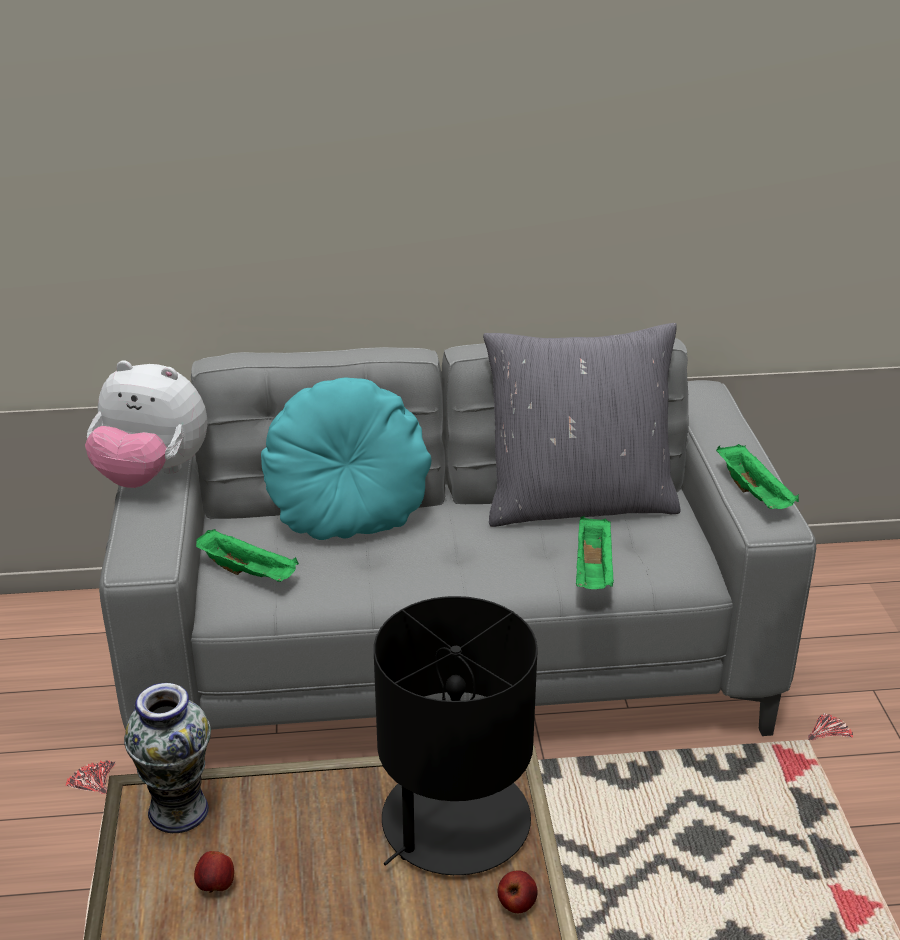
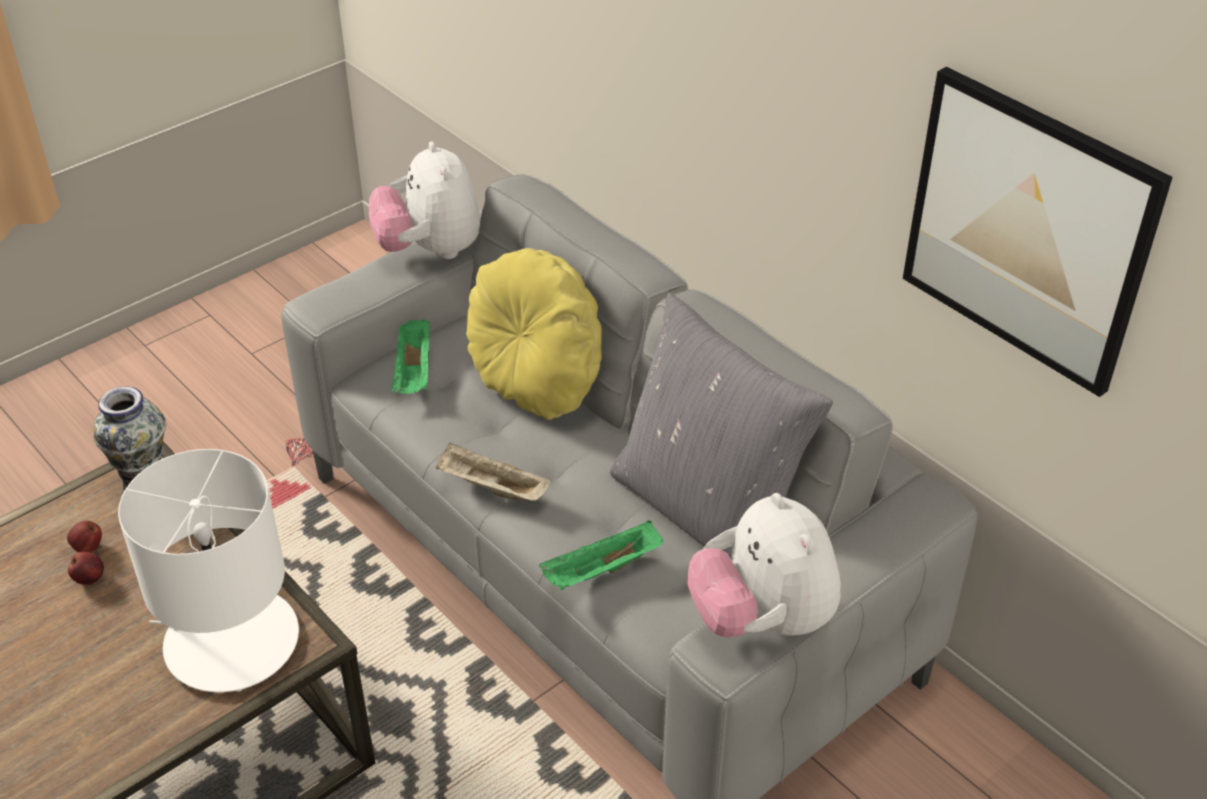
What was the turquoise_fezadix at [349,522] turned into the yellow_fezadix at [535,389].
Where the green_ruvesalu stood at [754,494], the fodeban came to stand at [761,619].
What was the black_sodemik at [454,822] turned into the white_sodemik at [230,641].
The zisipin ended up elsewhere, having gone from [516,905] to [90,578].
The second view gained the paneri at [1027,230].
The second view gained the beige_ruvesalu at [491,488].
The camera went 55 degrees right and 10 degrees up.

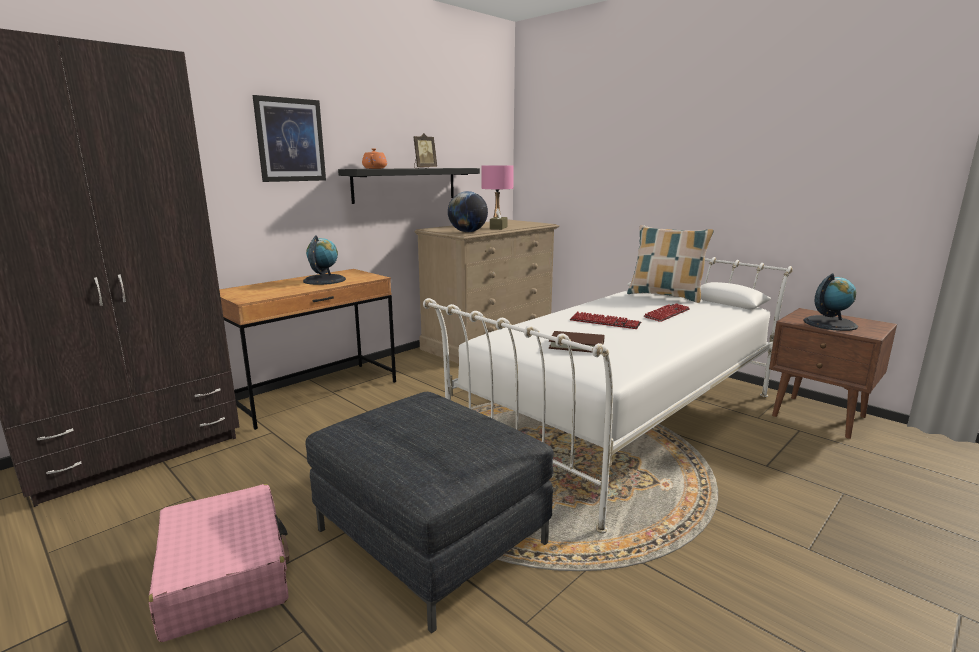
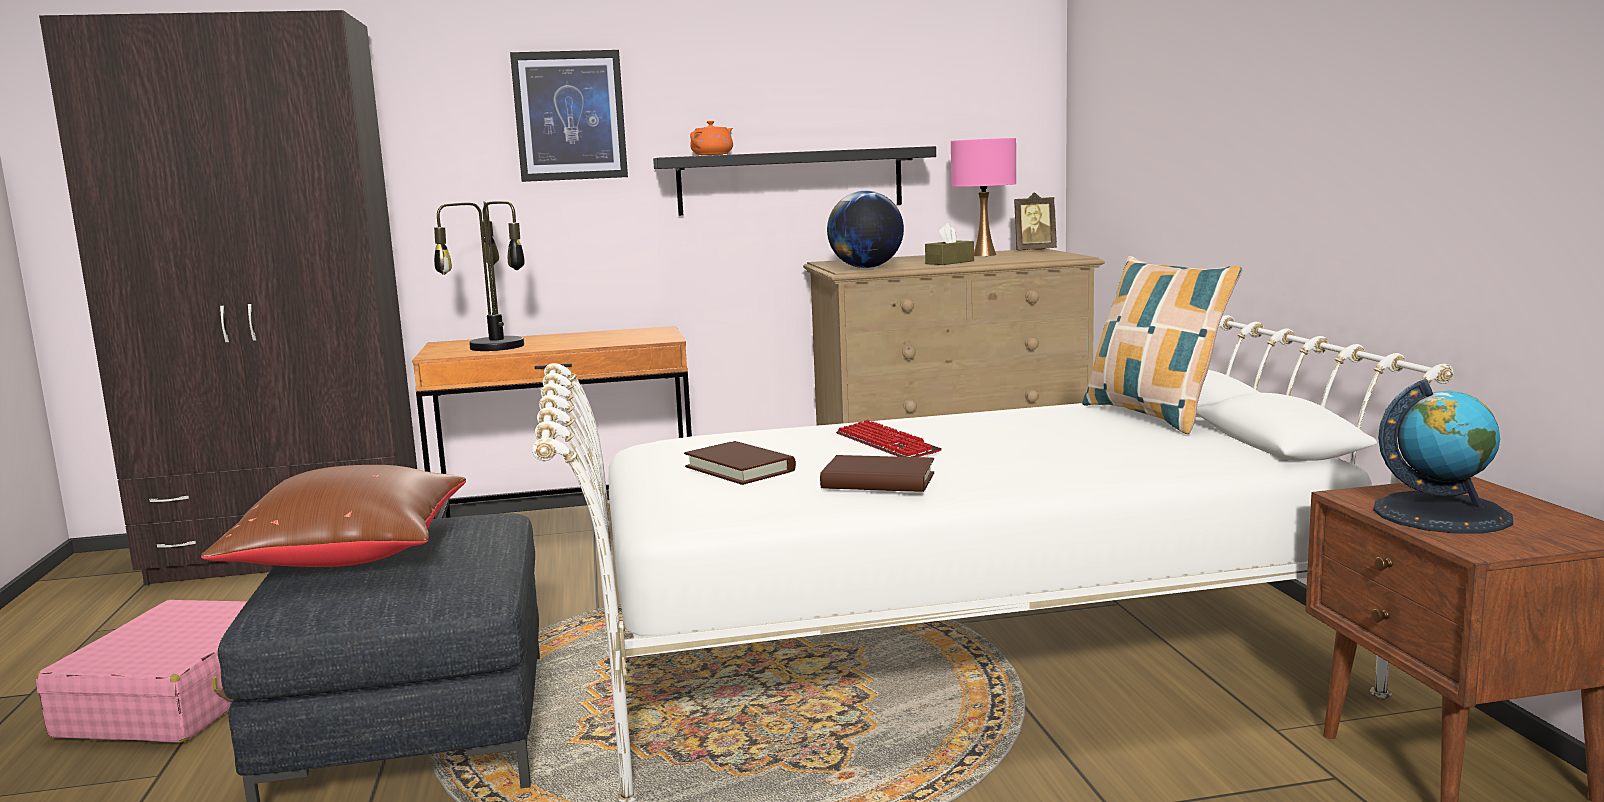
The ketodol ended up elsewhere, having gone from [424,168] to [1034,250].
The second view lost the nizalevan at [324,280].
The second view lost the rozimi at [667,314].
The second view gained the sodemik at [495,347].
The second view gained the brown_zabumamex at [878,481].
The second view gained the brown_fezadix at [353,556].
The camera went 35 degrees right and 5 degrees down.

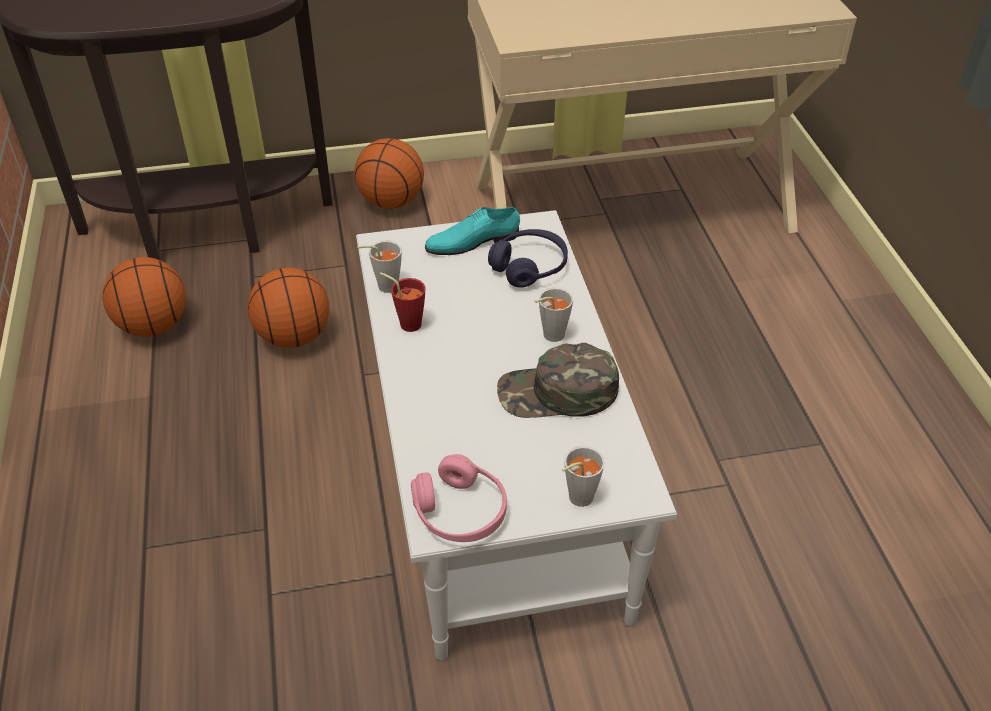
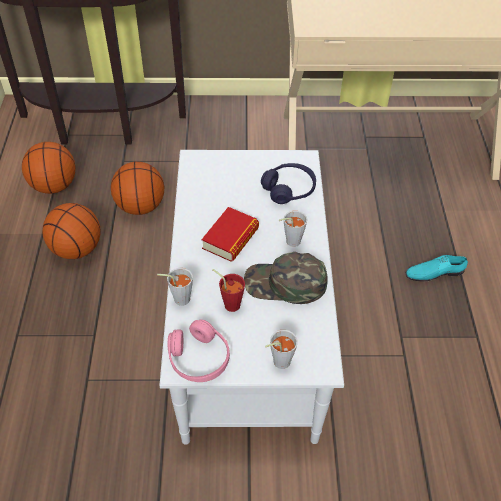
The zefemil ended up elsewhere, having gone from [391,201] to [76,249].
The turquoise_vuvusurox ended up elsewhere, having gone from [472,241] to [434,272].
The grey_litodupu ended up elsewhere, having gone from [383,286] to [178,299].
The red_litodupu ended up elsewhere, having gone from [406,322] to [229,303].
The second view gained the zabumamex at [230,238].
The camera went 10 degrees right and 5 degrees up.

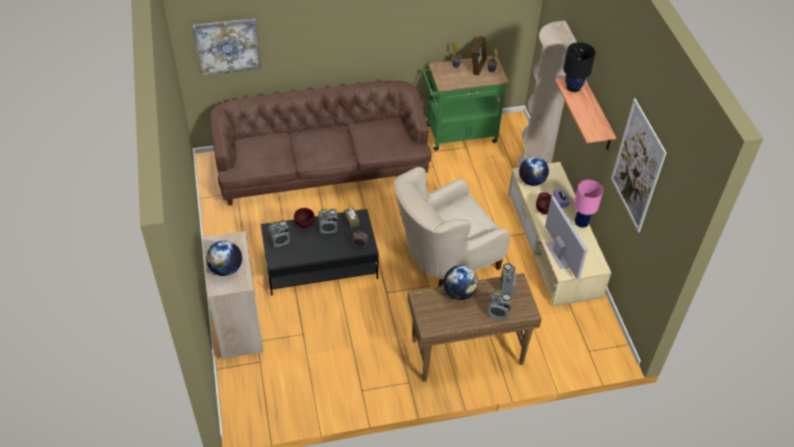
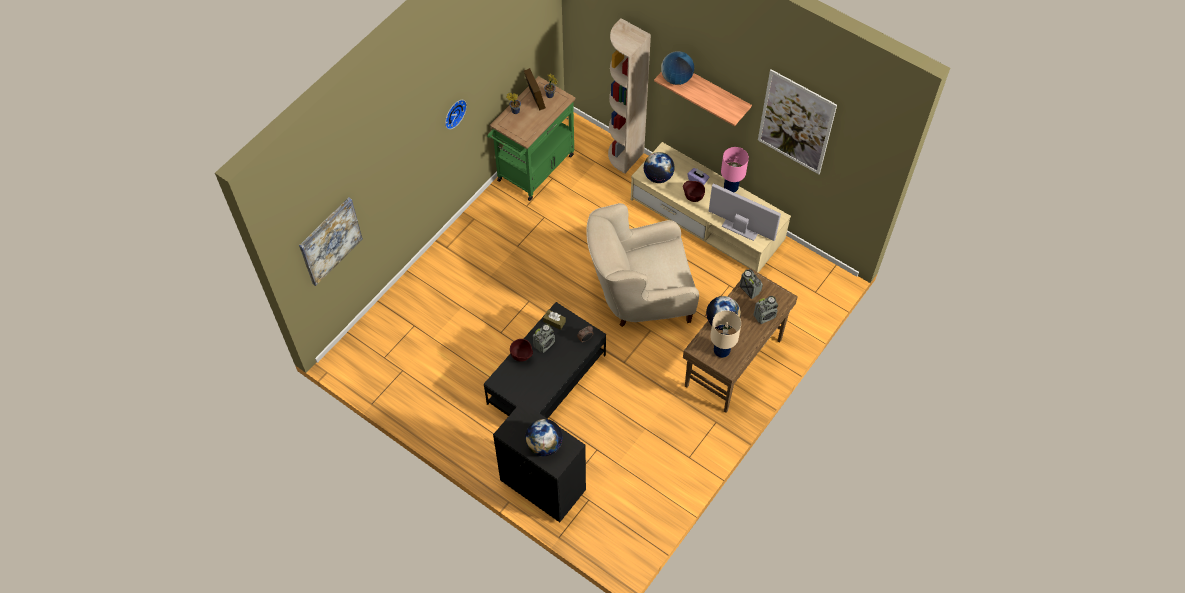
Where the black_sodemik stood at [573,87], the nizalevan came to stand at [676,79].
The second view lost the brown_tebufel at [322,169].
The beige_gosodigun at [445,259] ended up facing another way, 60 degrees clockwise from before.
The second view lost the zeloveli at [280,241].
What was the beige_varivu at [239,329] turned into the black_varivu at [542,487].
The second view gained the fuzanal at [453,113].
The second view gained the beige_sodemik at [721,351].
The camera went 40 degrees left and 10 degrees up.

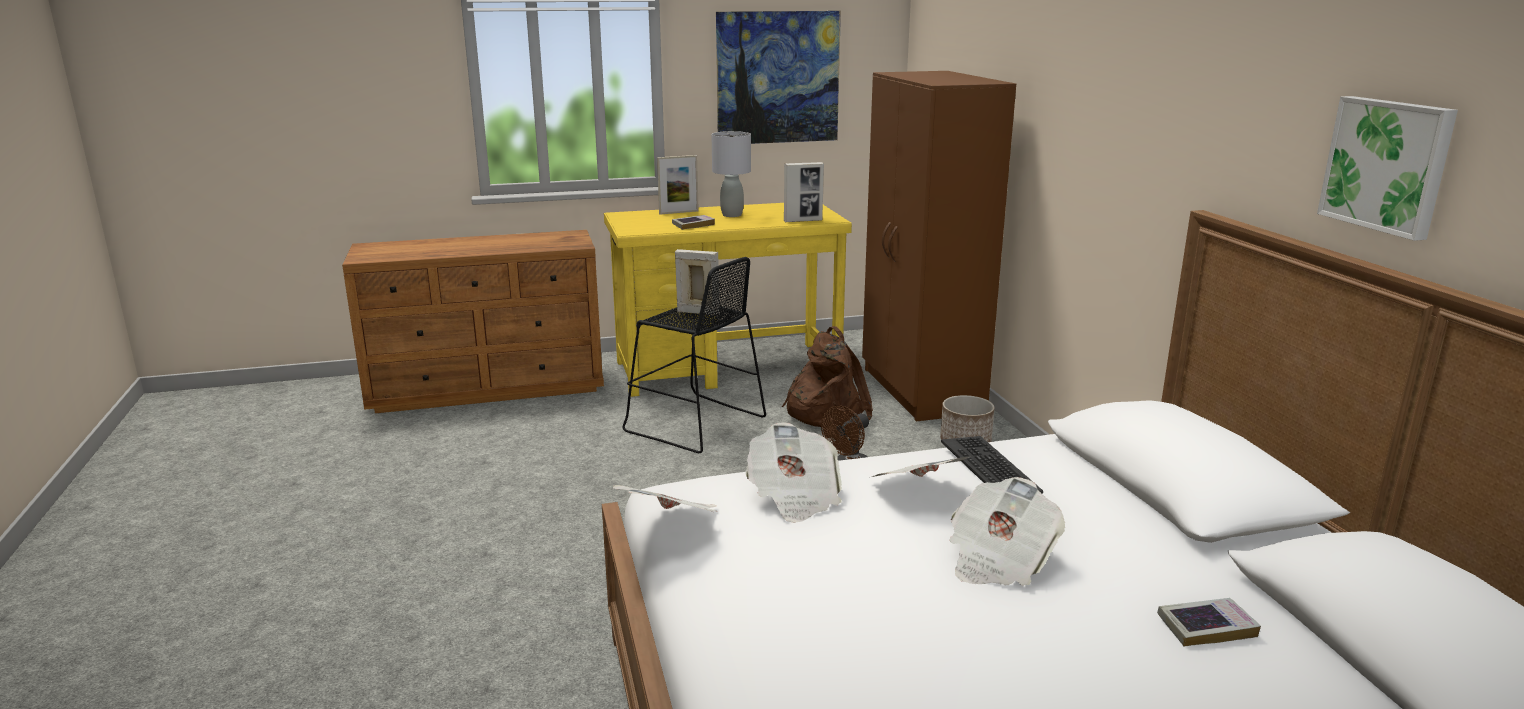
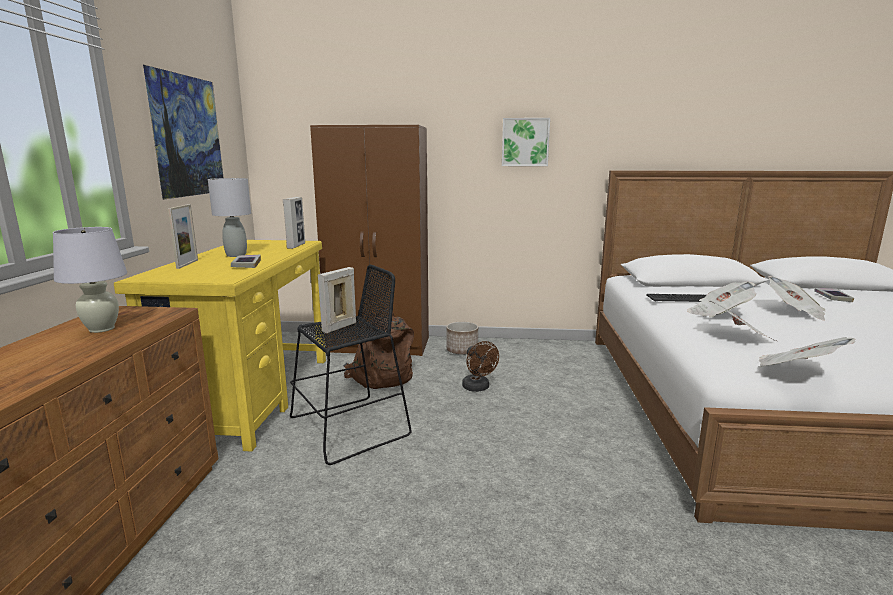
The paneri ended up elsewhere, having gone from [1388,165] to [525,142].
The second view gained the white_sodemik at [102,329].
The camera went 70 degrees left and 5 degrees down.

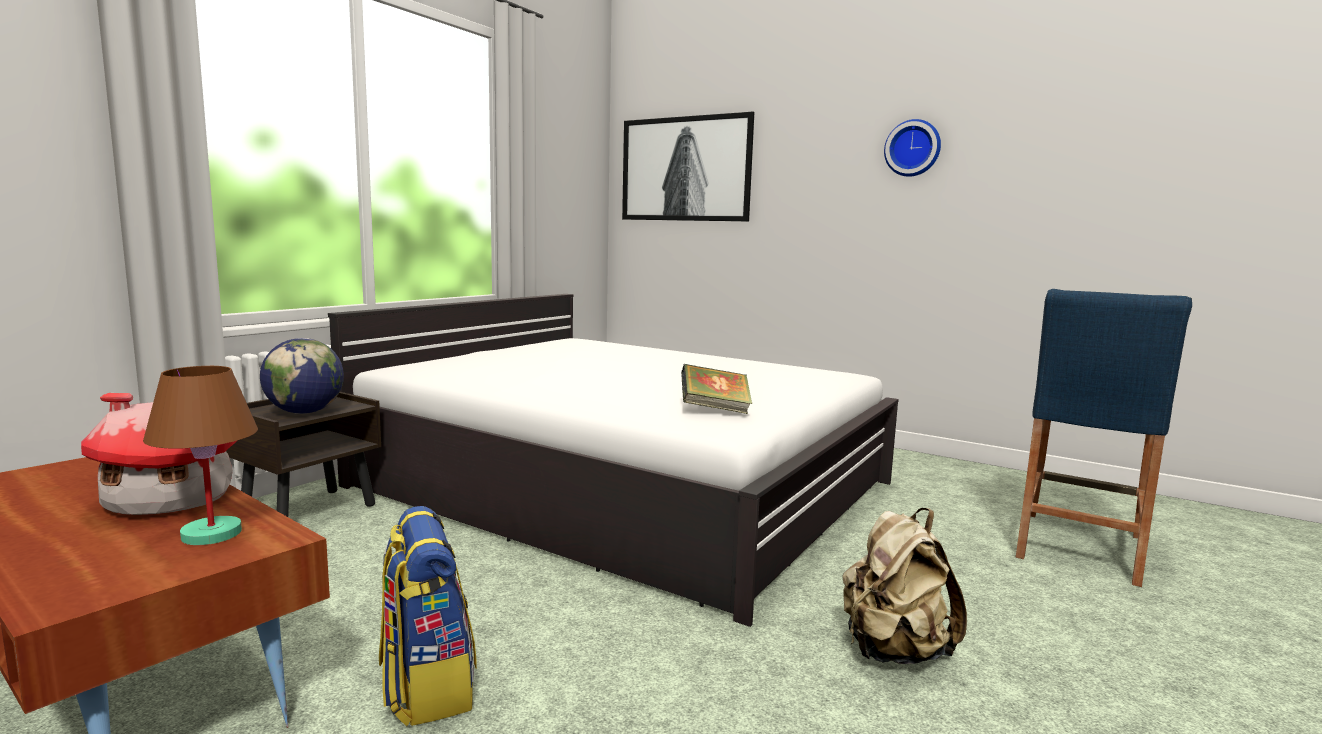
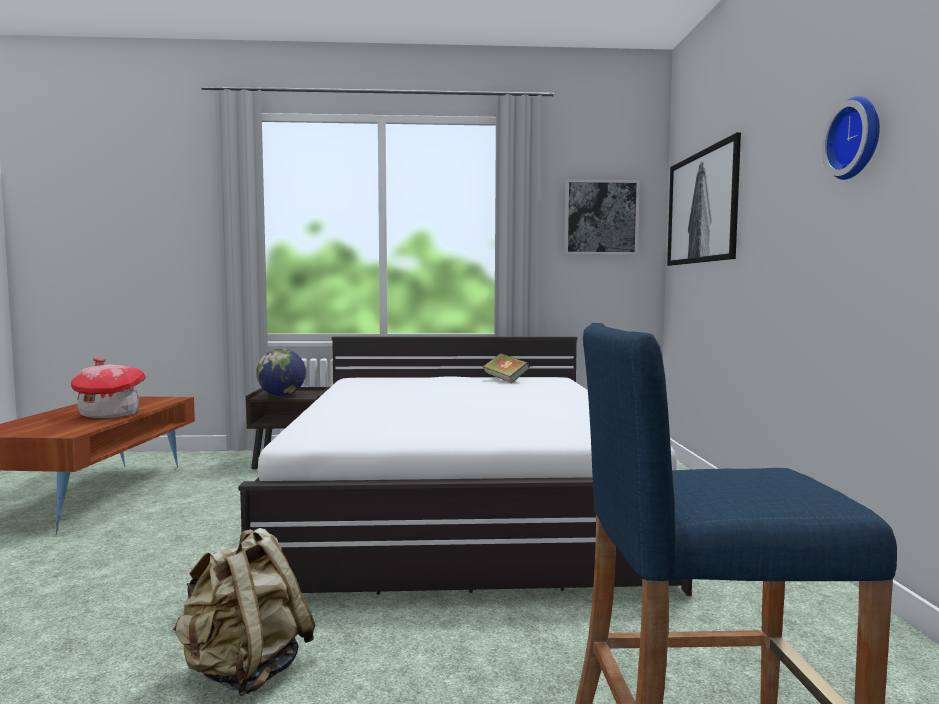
The zabumamex ended up elsewhere, having gone from [715,410] to [505,380].
The second view lost the brown_sodemik at [210,534].
The second view lost the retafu at [426,686].
The second view gained the paneri at [600,217].
The camera went 55 degrees right and 5 degrees down.

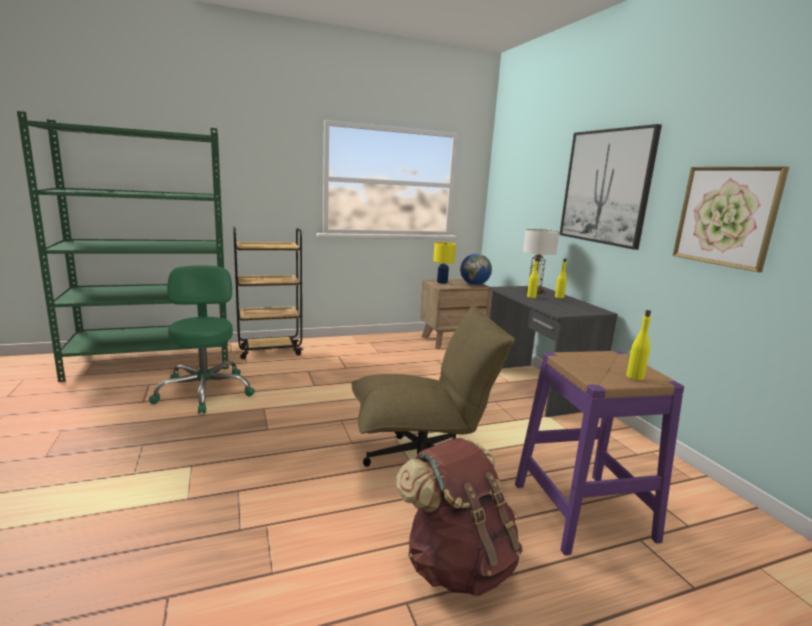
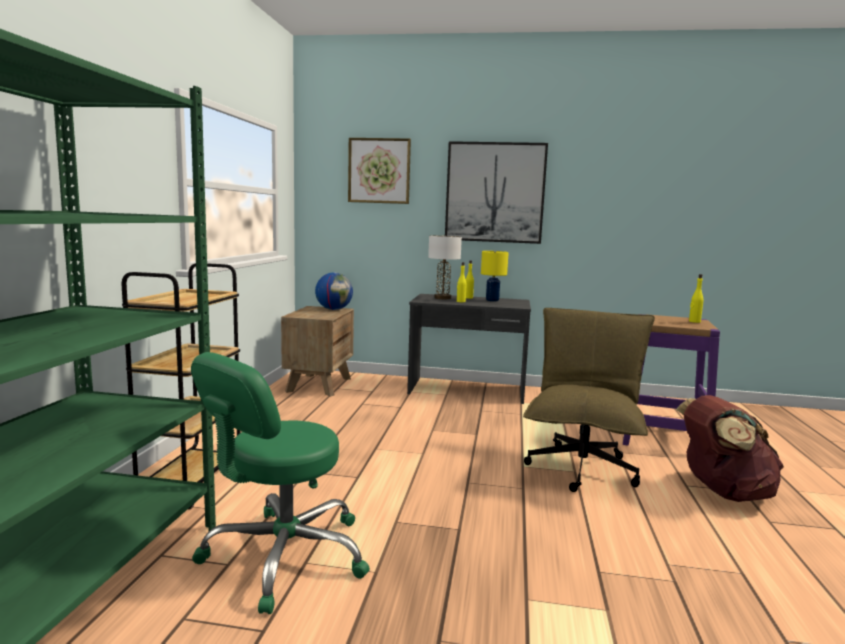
The paneri ended up elsewhere, having gone from [726,216] to [379,171].
The yellow_sodemik ended up elsewhere, having gone from [441,282] to [492,300].
The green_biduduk at [205,389] ended up facing another way, 60 degrees counterclockwise from before.
The camera went 60 degrees left and 5 degrees down.

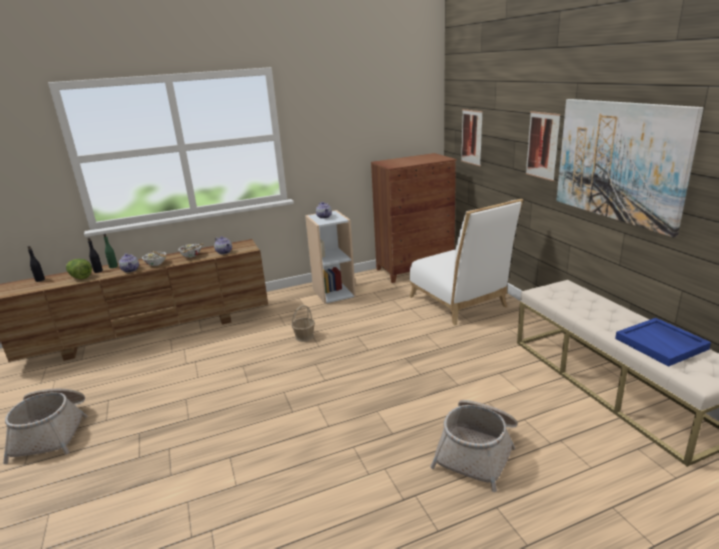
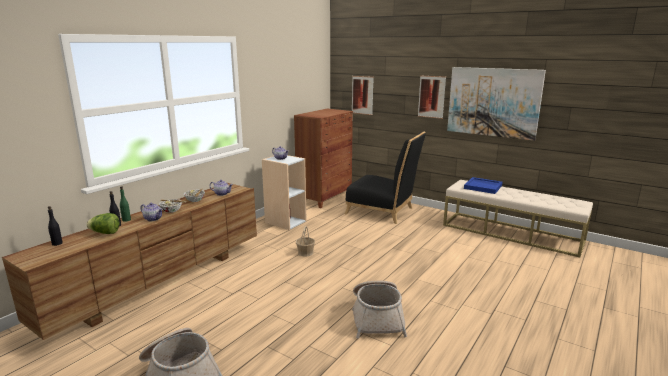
What was the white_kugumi at [460,304] turned into the black_kugumi at [383,212].
The blue_ruvesalu ended up elsewhere, having gone from [661,344] to [483,187].
The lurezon ended up elsewhere, having gone from [477,450] to [377,317].
The camera went 35 degrees left and 5 degrees down.

